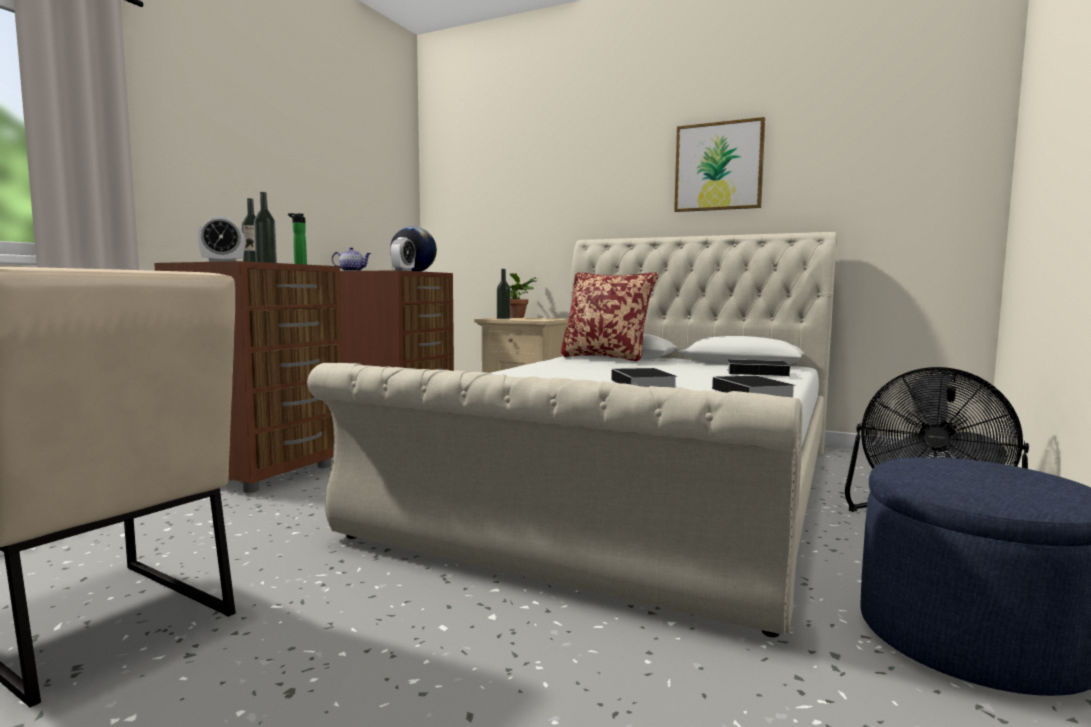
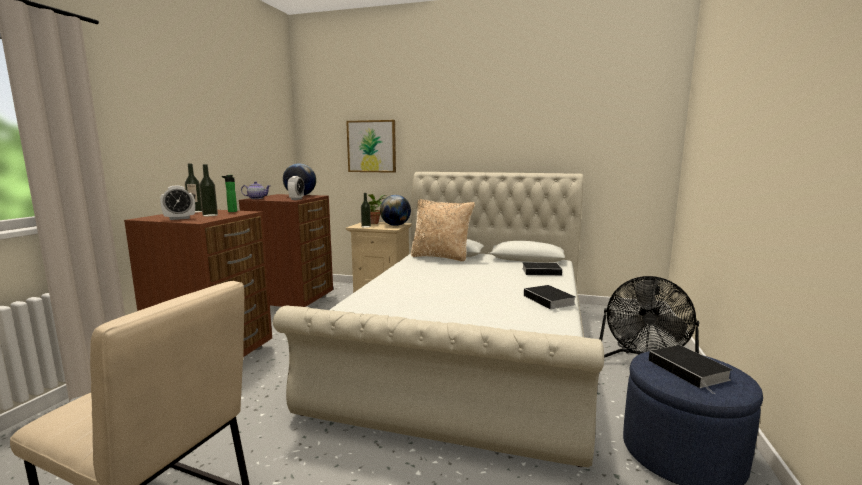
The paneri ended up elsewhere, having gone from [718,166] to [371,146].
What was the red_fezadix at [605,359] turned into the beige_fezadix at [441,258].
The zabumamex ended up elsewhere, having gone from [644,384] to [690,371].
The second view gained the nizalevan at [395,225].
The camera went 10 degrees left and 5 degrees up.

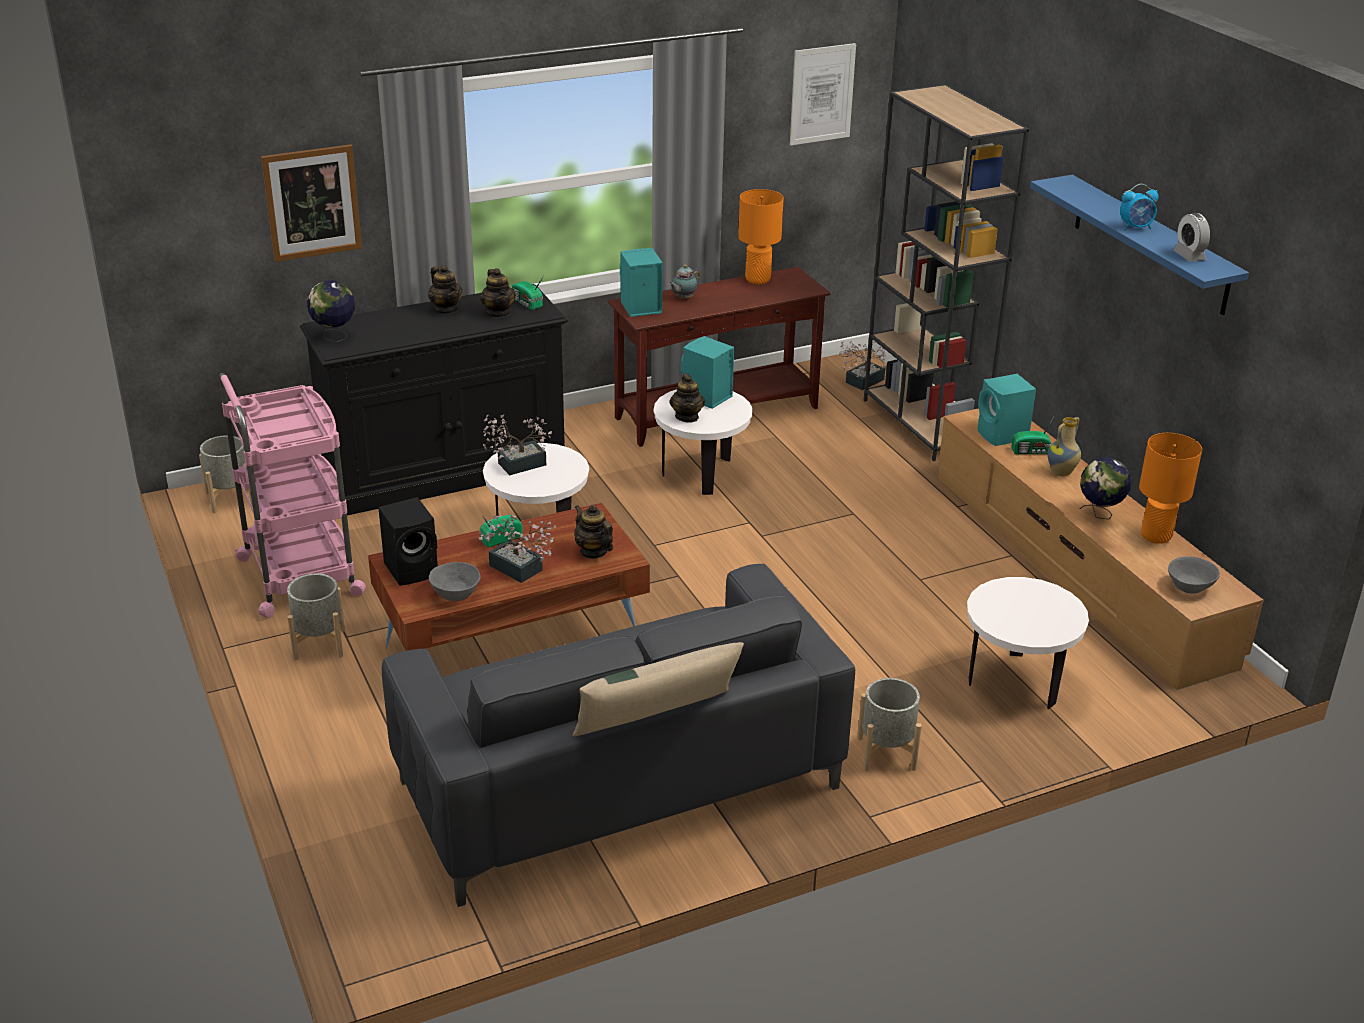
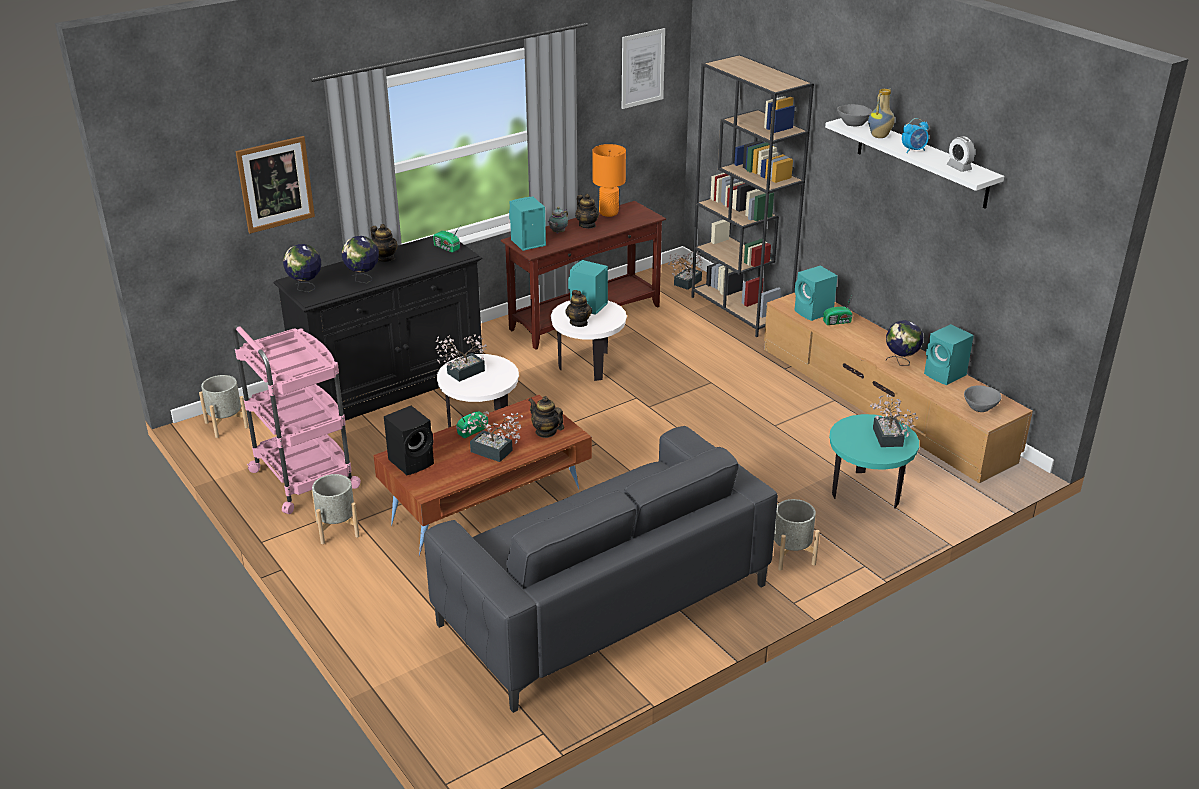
What was the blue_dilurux at [1150,244] turned into the white_dilurux at [921,161].
The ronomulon ended up elsewhere, having gone from [498,312] to [587,225].
The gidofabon ended up elsewhere, having gone from [1061,473] to [880,136].
Where the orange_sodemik stood at [1156,538], the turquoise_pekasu came to stand at [945,375].
The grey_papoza ended up elsewhere, having gone from [456,594] to [853,124].
What was the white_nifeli at [1016,683] turned into the turquoise_nifeli at [867,493].
The second view lost the beige_fezadix at [656,722].
The second view gained the nizalevan at [363,280].
The second view gained the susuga at [888,440].
The camera went 10 degrees left and 0 degrees up.

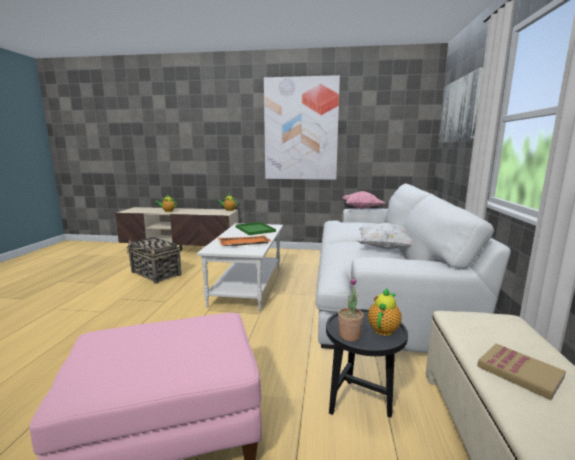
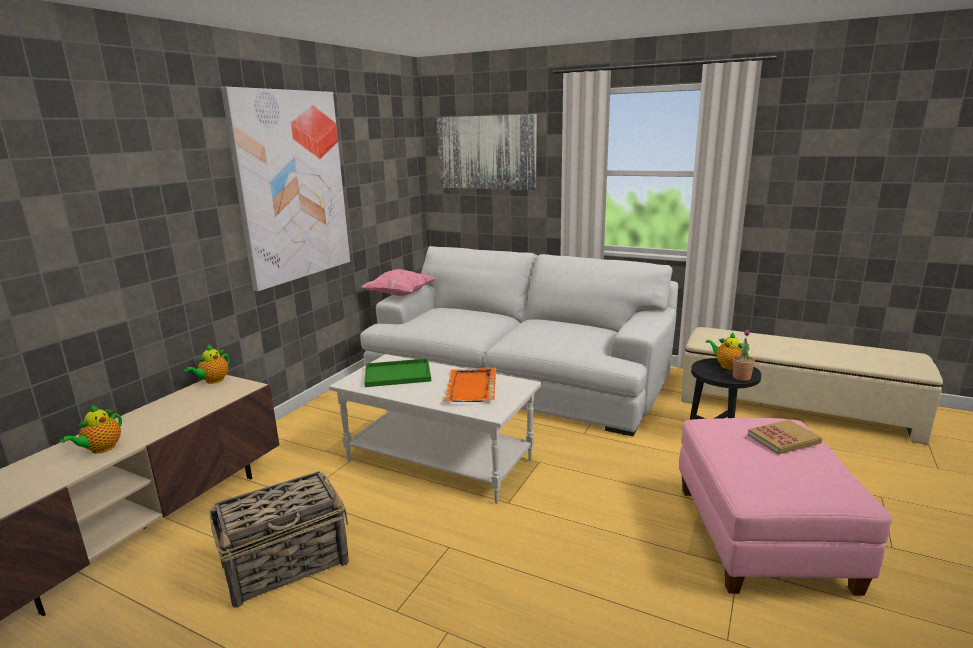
The second view lost the white_fezadix at [385,248].
The zabumamex ended up elsewhere, having gone from [519,372] to [783,439].
The camera went 70 degrees left and 5 degrees up.

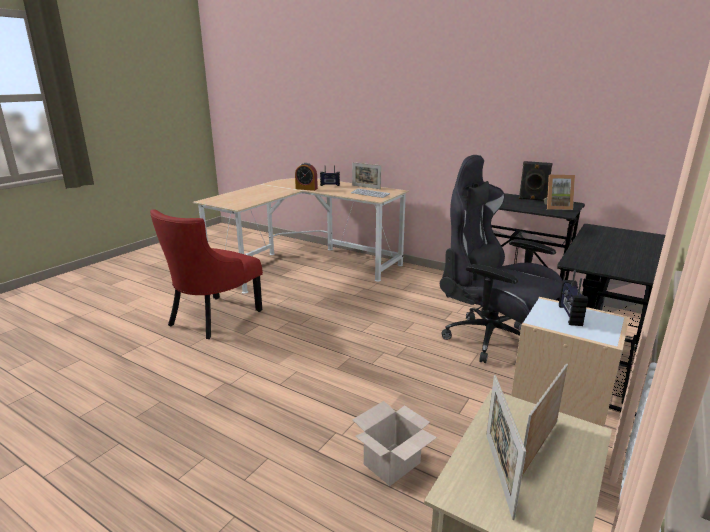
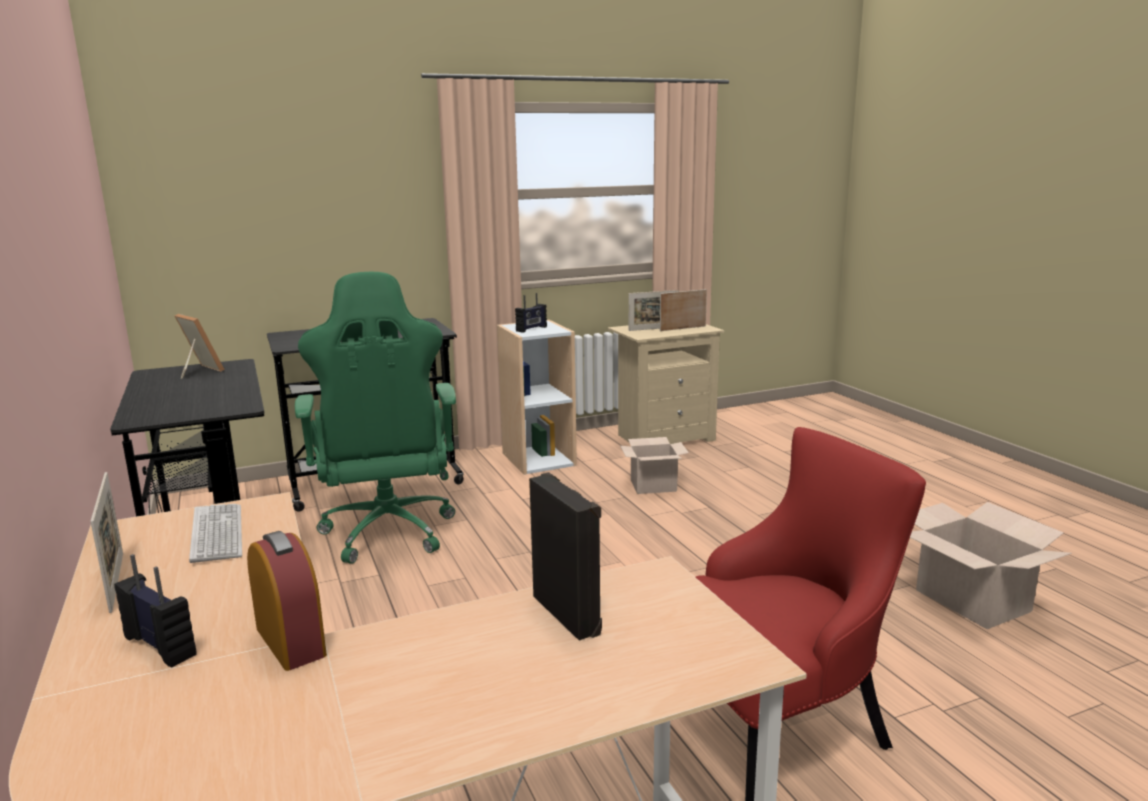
What was the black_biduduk at [495,341] turned into the green_biduduk at [387,529].
The black_pekasu ended up elsewhere, having gone from [532,199] to [568,614].
The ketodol at [499,473] ended up facing another way, 150 degrees counterclockwise from before.
The second view gained the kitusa at [973,600].
The camera went 145 degrees left and 5 degrees down.

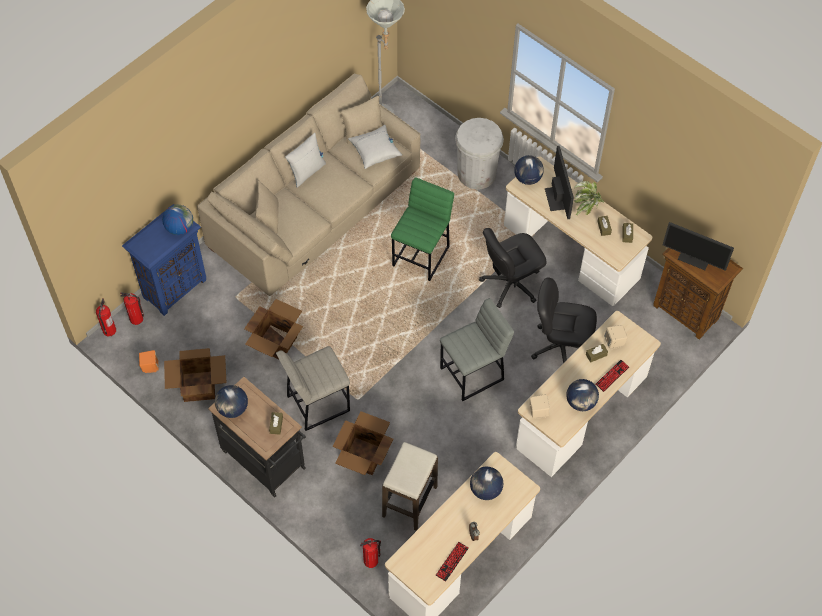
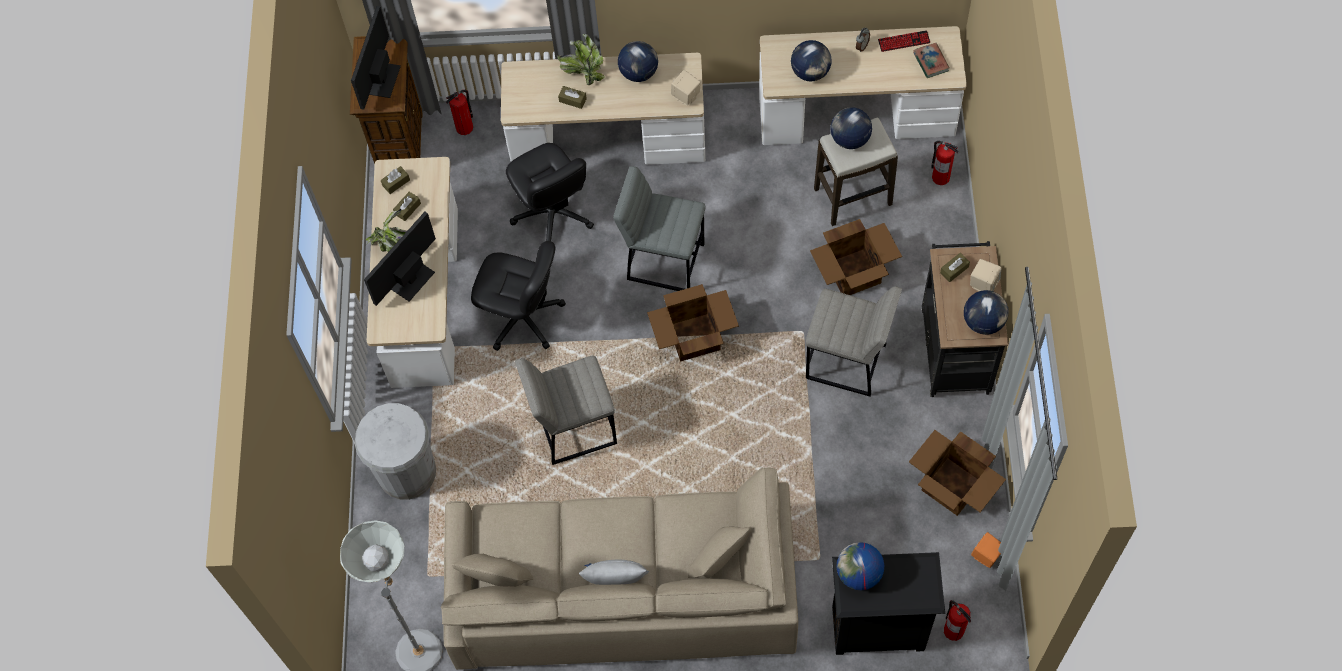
The second view lost the grey_fezadix at [375,151].
The nizalevan ended up elsewhere, having gone from [528,178] to [849,139].
What was the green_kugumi at [421,255] turned into the grey_kugumi at [573,429].
What was the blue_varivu at [175,288] turned into the black_varivu at [876,632].
The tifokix at [694,258] ended up facing another way, 150 degrees counterclockwise from before.
The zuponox ended up elsewhere, having gone from [109,331] to [465,127].
The kitusa ended up elsewhere, having gone from [276,342] to [693,337].
The beige_pekasu ended up elsewhere, having gone from [614,342] to [983,284].
Where the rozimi stood at [612,376], the susuga came to stand at [582,71].
The second view gained the zabumamex at [931,62].
The camera went 130 degrees left and 5 degrees up.

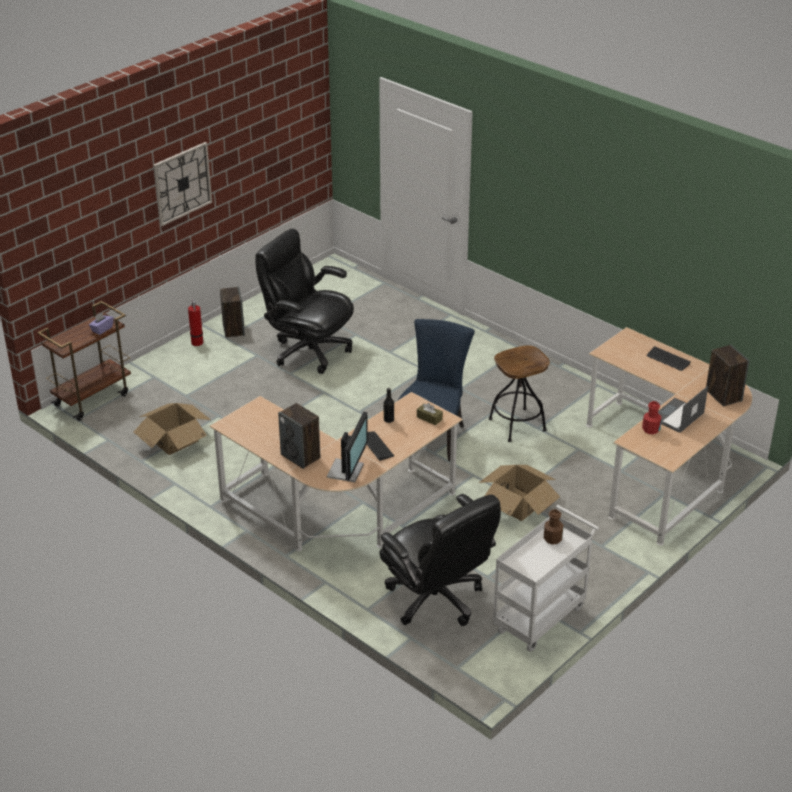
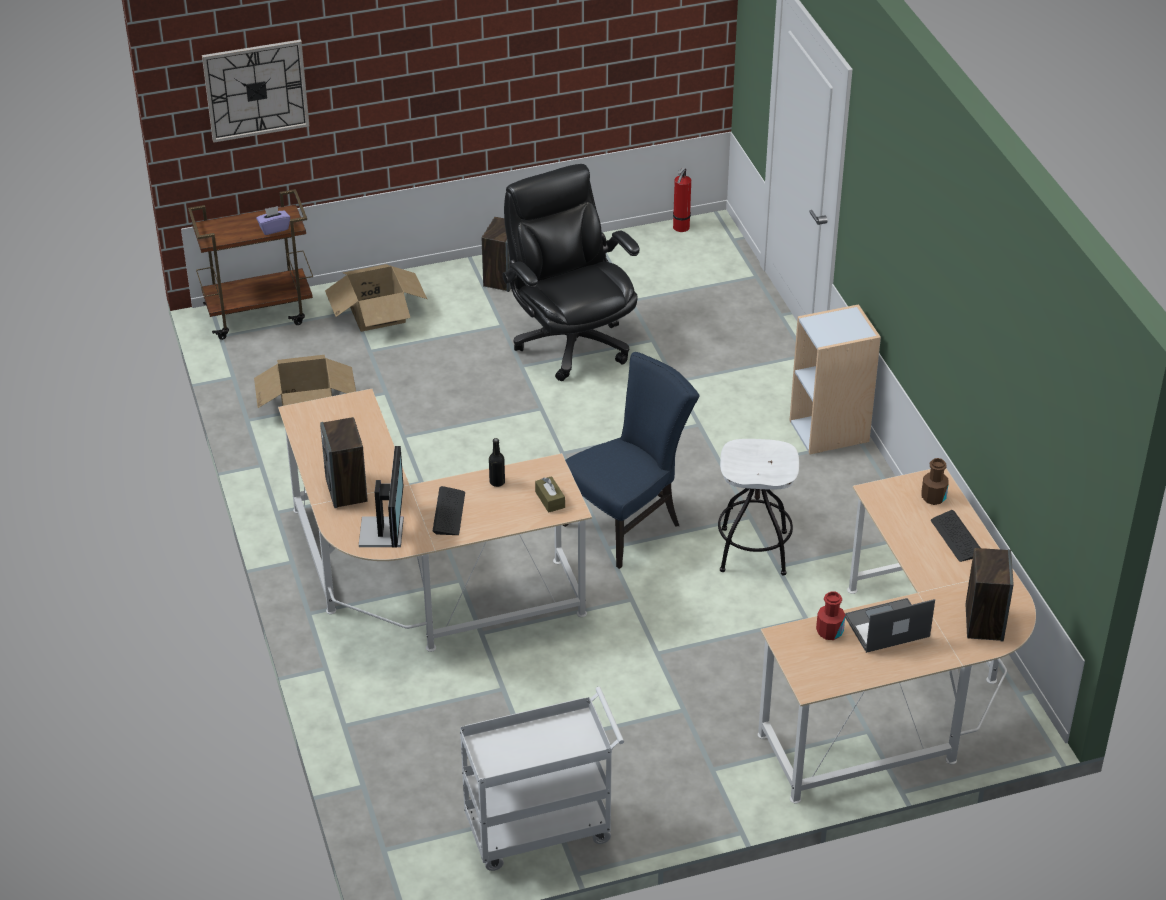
The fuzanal ended up elsewhere, having gone from [182,183] to [256,90].
The zuponox ended up elsewhere, having gone from [197,343] to [680,228].
What was the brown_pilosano at [517,424] turned into the white_pilosano at [754,551].
The tifokix at [347,470] ended up facing another way, 45 degrees counterclockwise from before.
The kitusa ended up elsewhere, having gone from [518,504] to [377,313].
The second view lost the black_biduduk at [437,602].
The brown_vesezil ended up elsewhere, having gone from [552,539] to [933,497].
The second view gained the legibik at [830,431].
The camera went 30 degrees right and 5 degrees up.

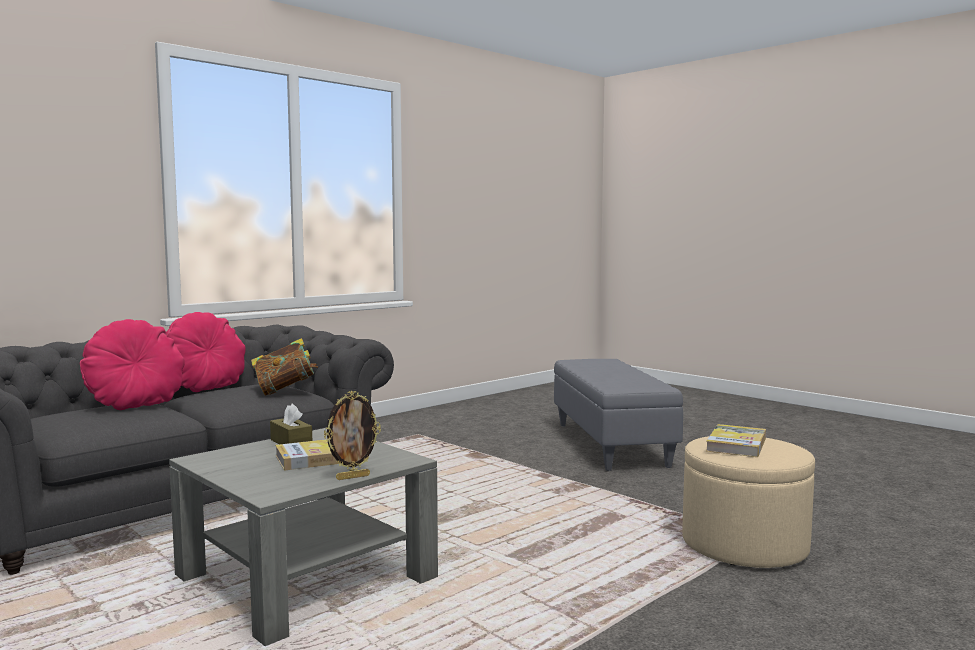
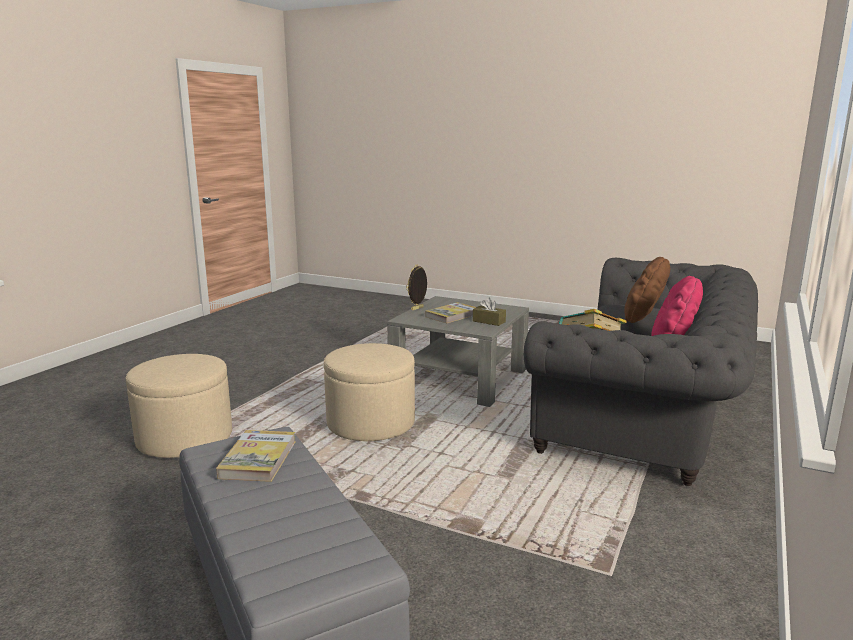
What was the pink_fezadix at [136,406] turned into the brown_fezadix at [644,321].
The zabumamex ended up elsewhere, having gone from [736,444] to [258,459].
The second view gained the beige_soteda at [371,423].
The camera went 160 degrees right and 10 degrees up.

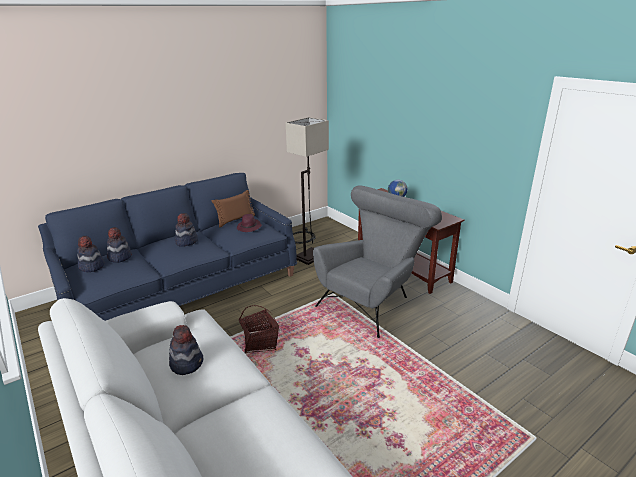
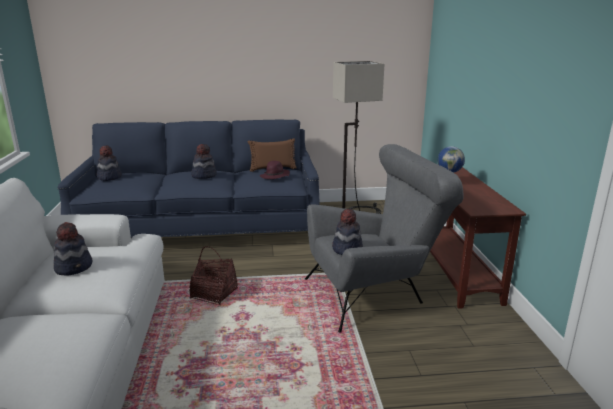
The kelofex ended up elsewhere, having gone from [119,257] to [347,249].
The camera went 30 degrees right and 5 degrees down.

